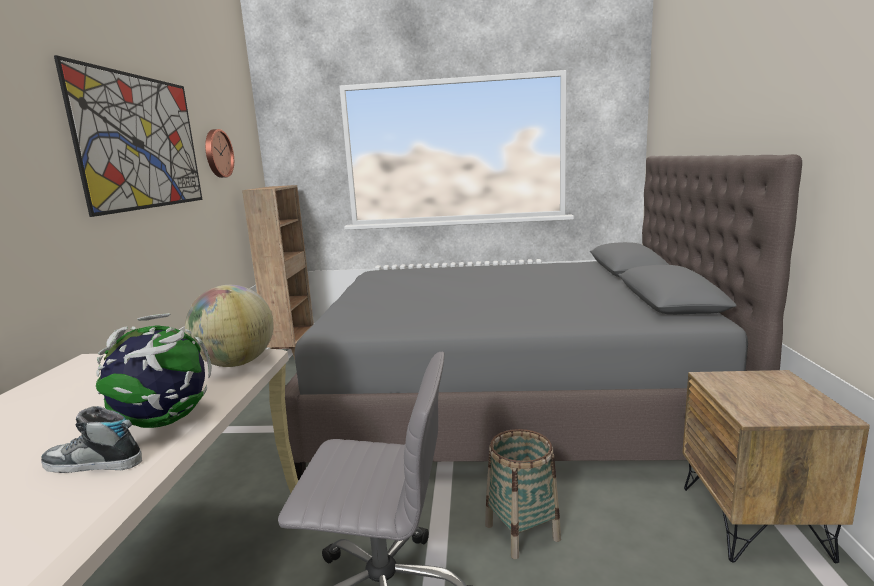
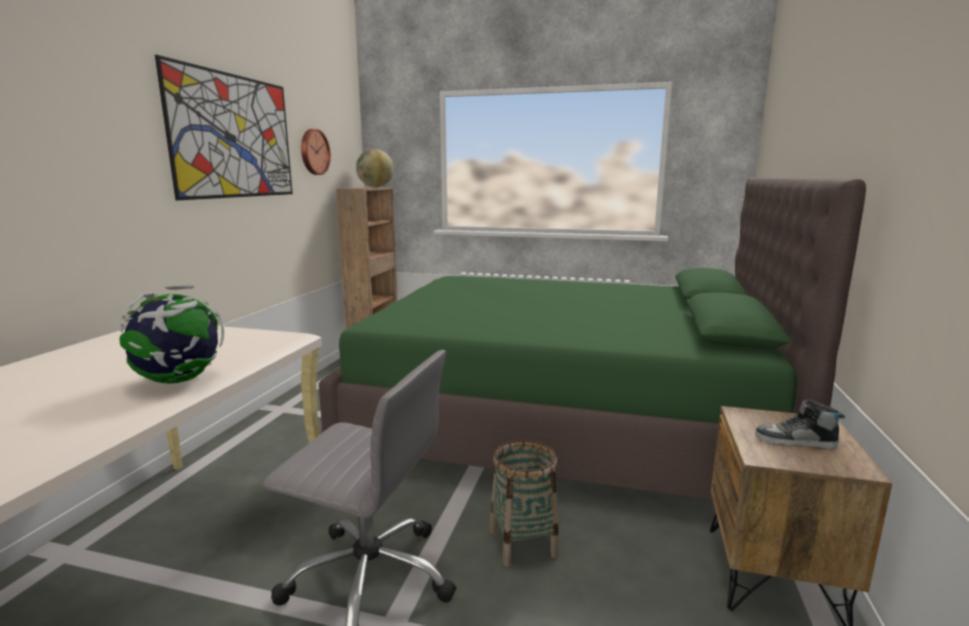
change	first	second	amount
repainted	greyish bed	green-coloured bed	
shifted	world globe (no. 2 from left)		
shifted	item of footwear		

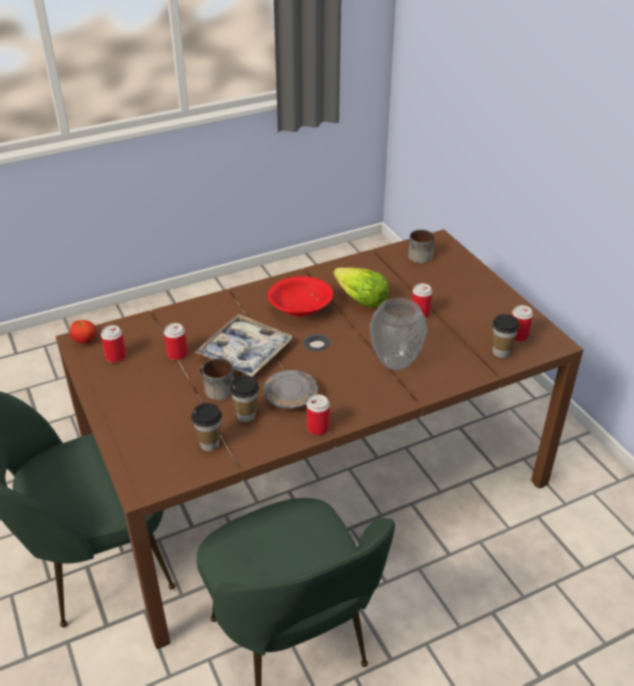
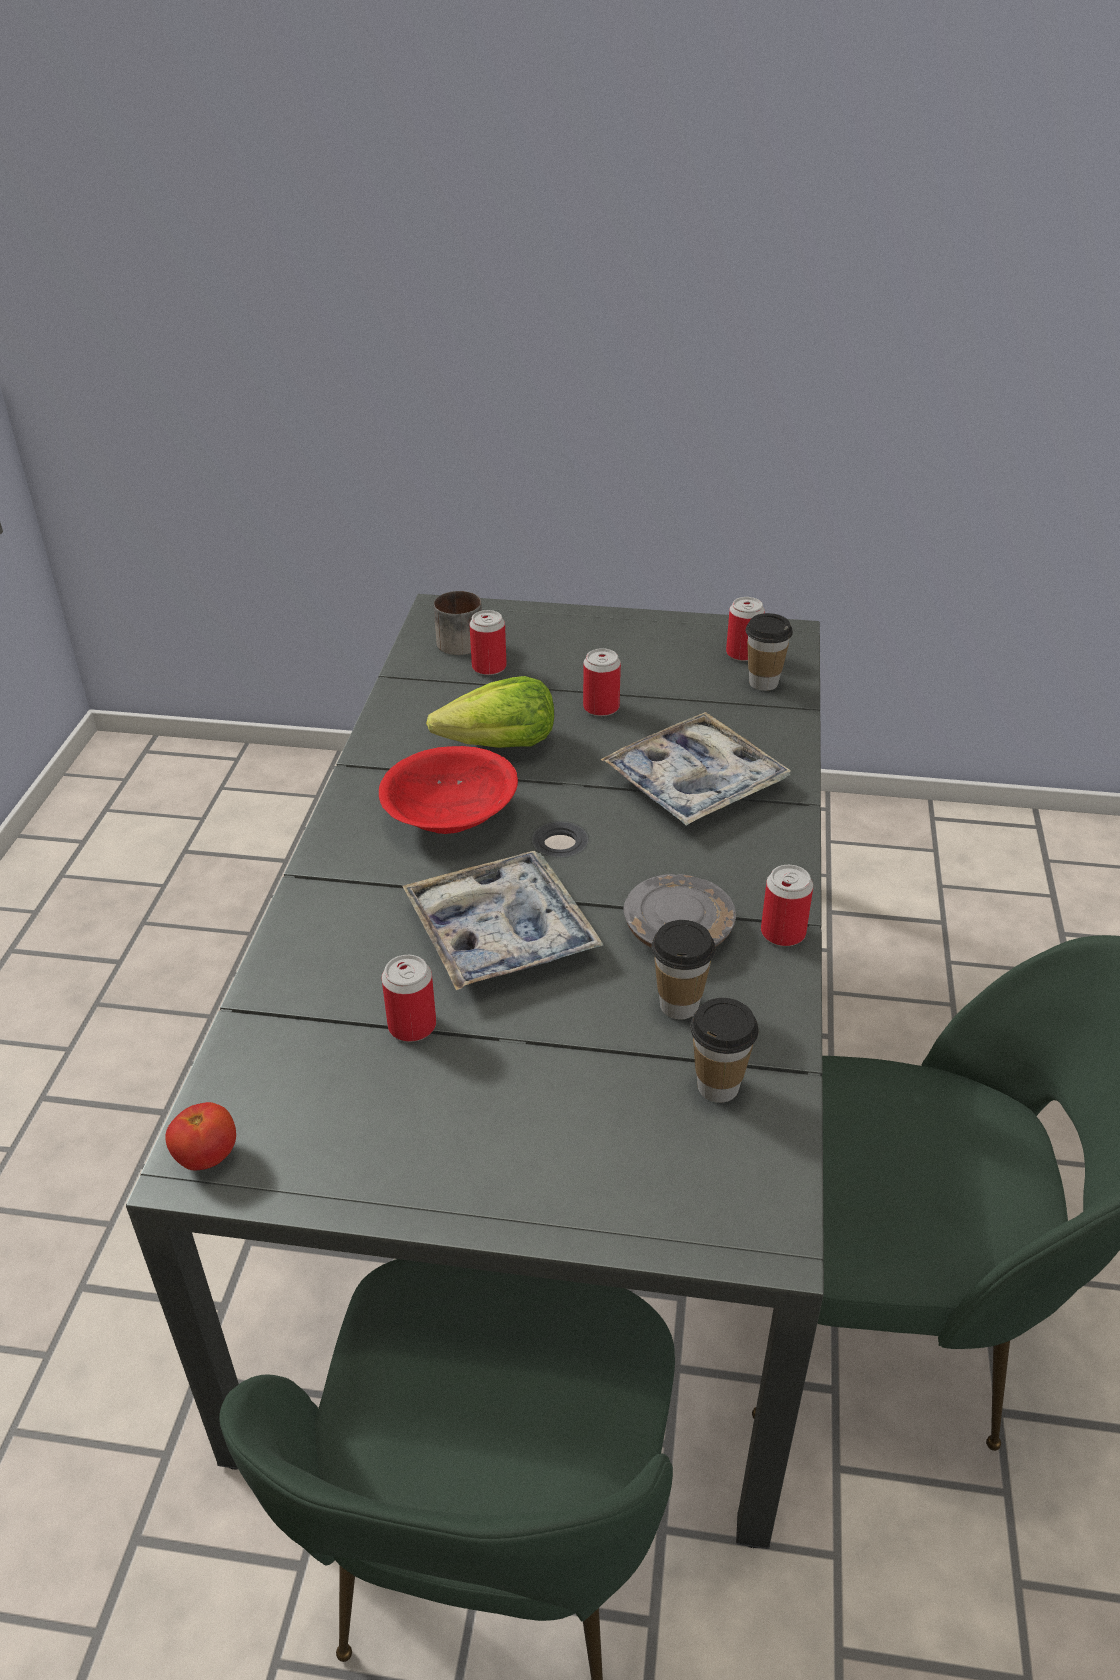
change	first	second	amount
repainted	brownish dinner table	greyish dinner table	
swapped	decorative vase	tray (no. 2 from left)	
shifted	metal can (no. 1 from left in the first image)	metal can (no. 2 from left)	
gone	coffee mug (no. 1 from left)		

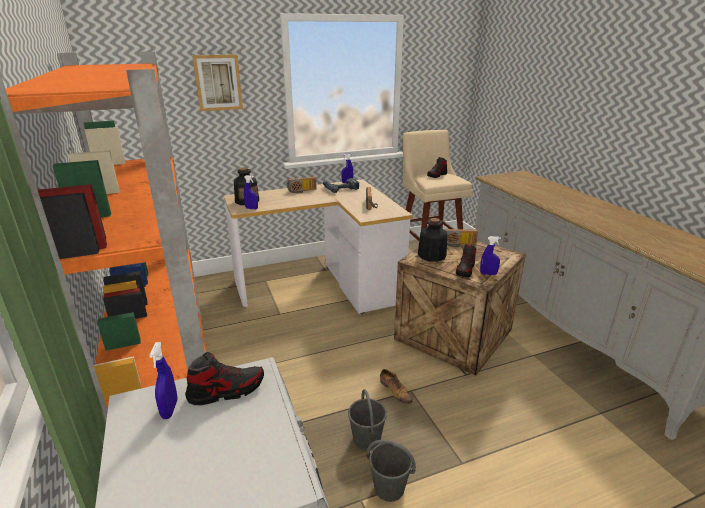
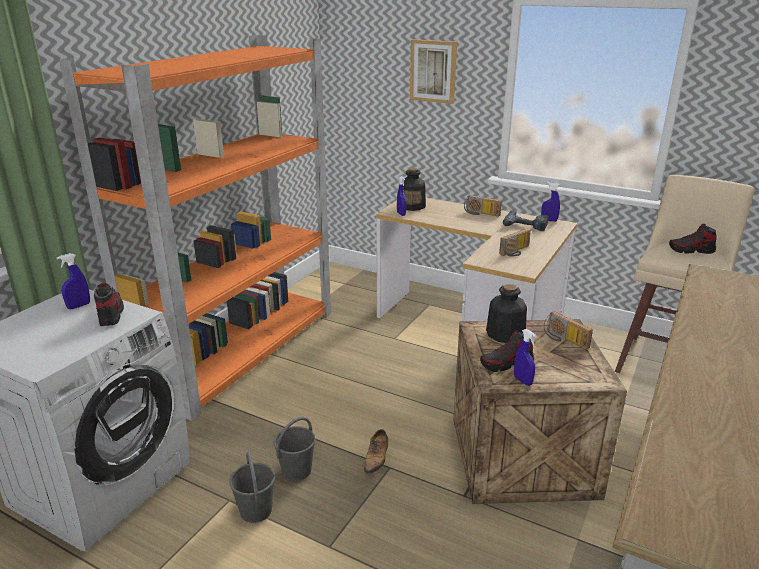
change	first	second	amount
rotated	item of footwear (no. 1 from left)		135 degrees counterclockwise

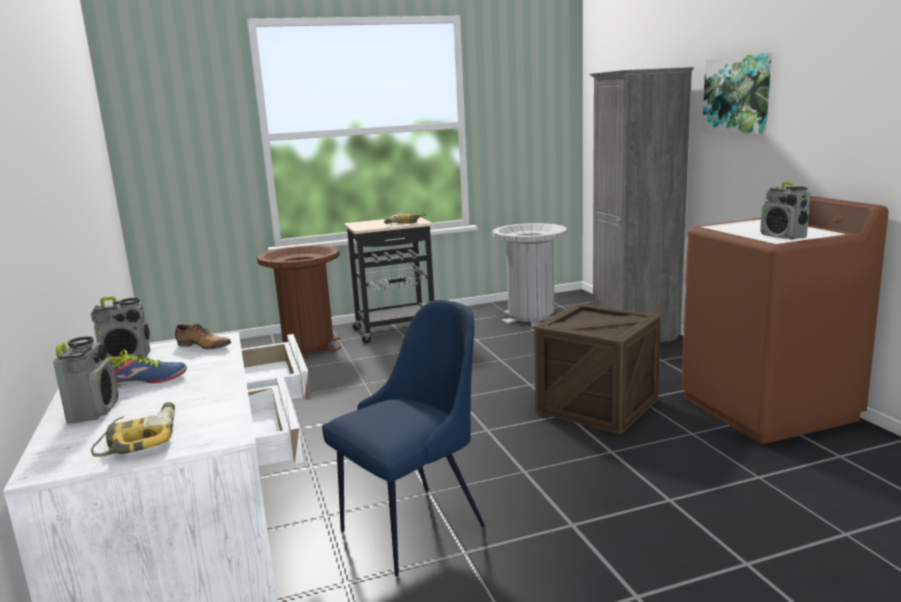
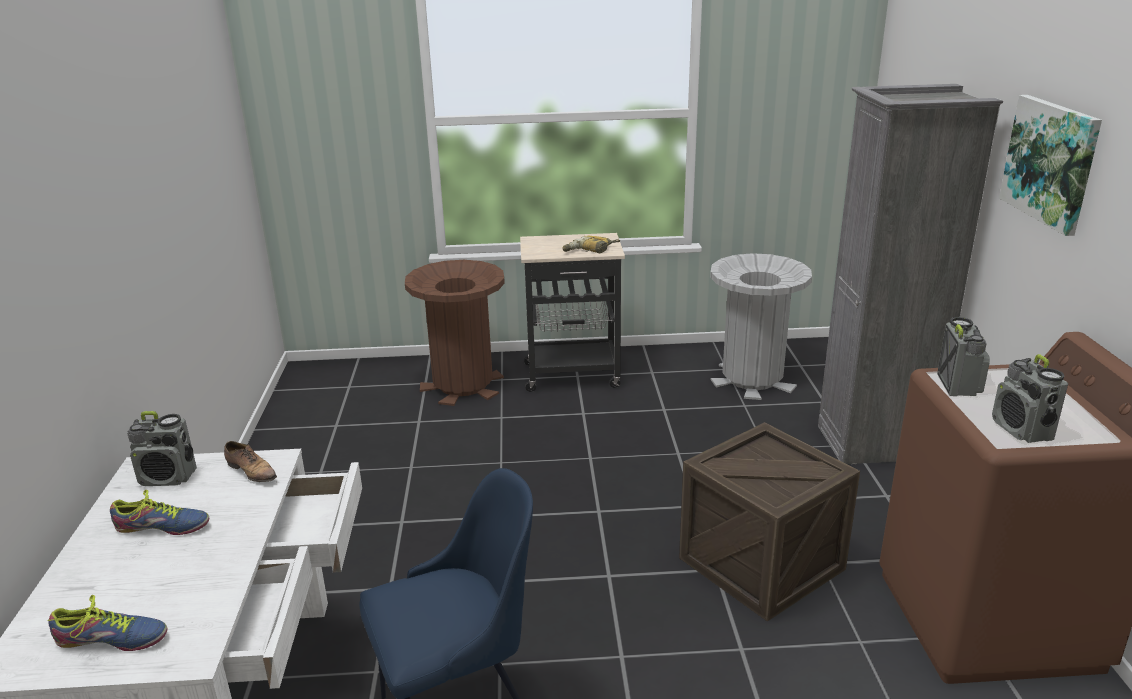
change	first	second	amount
shifted	radio receiver (no. 1 from left in the first image)	radio receiver (no. 2 from left)	
swapped	electric drill (no. 1 from left)	item of footwear (no. 1 from left)	

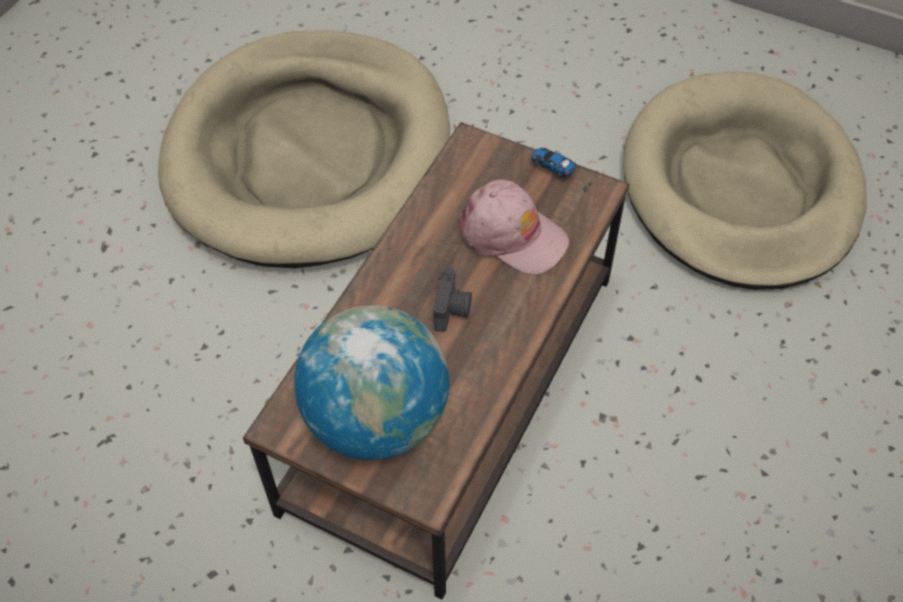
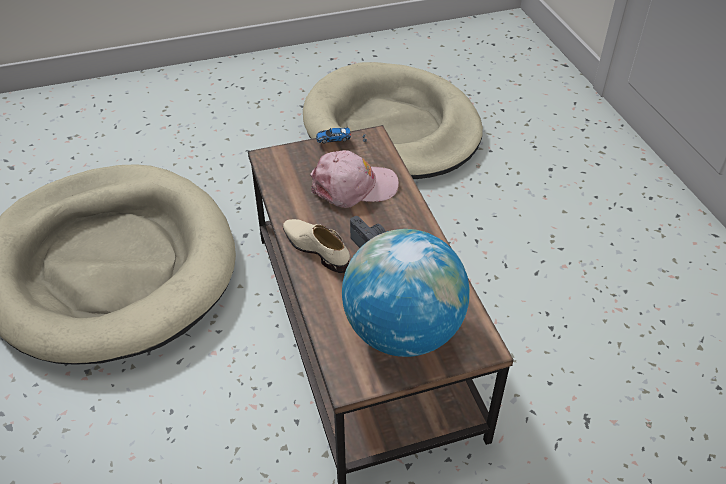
change	first	second	amount
new		beige-coloured item of footwear	

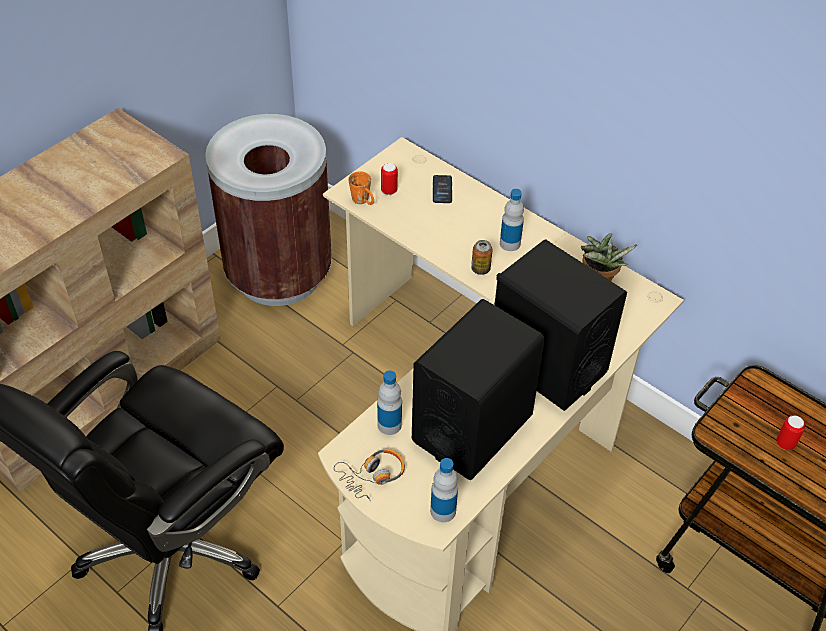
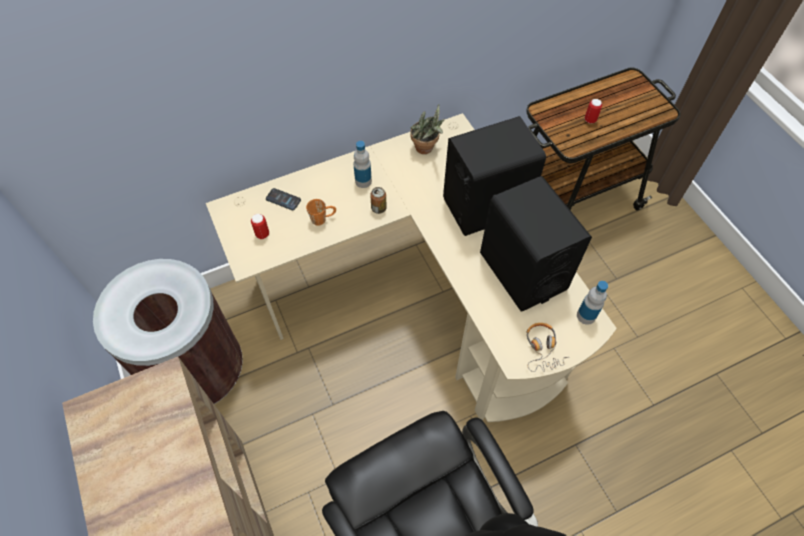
change	first	second	amount
shifted	orange coffee mug		
gone	bottle (no. 1 from left)		

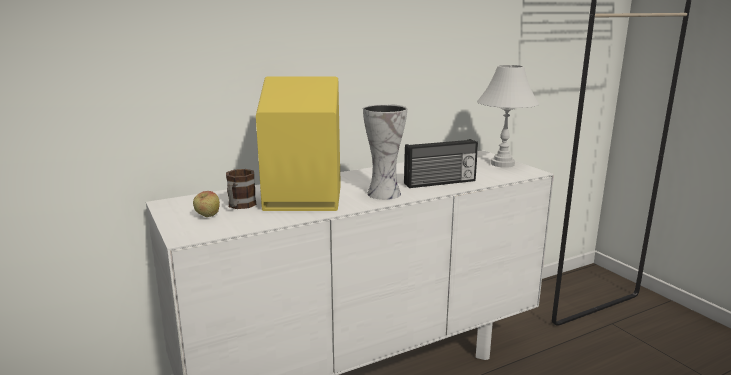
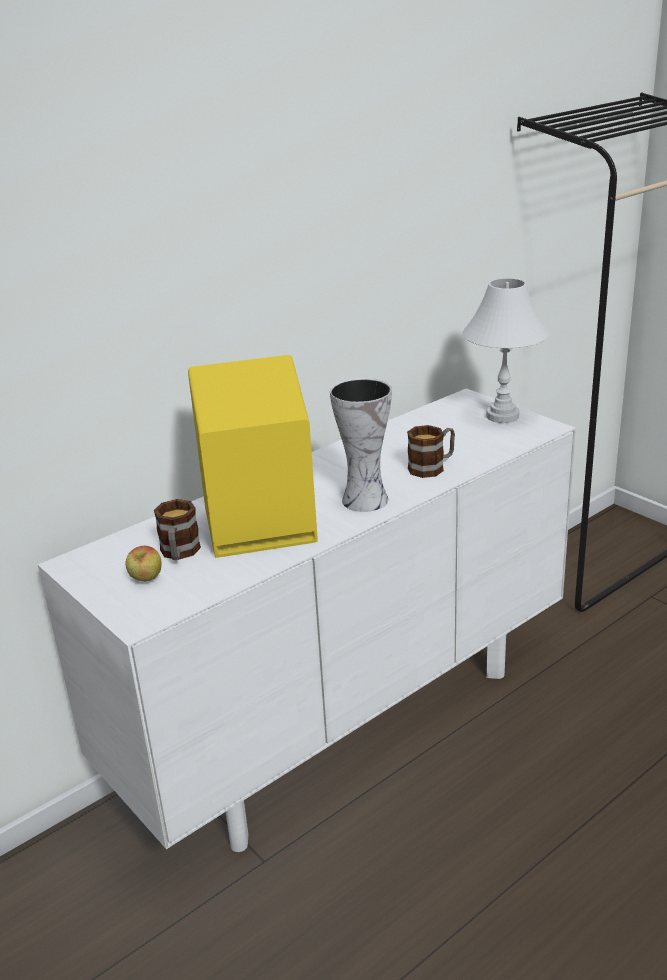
change	first	second	amount
swapped	radio receiver	coffee mug (no. 2 from left)	

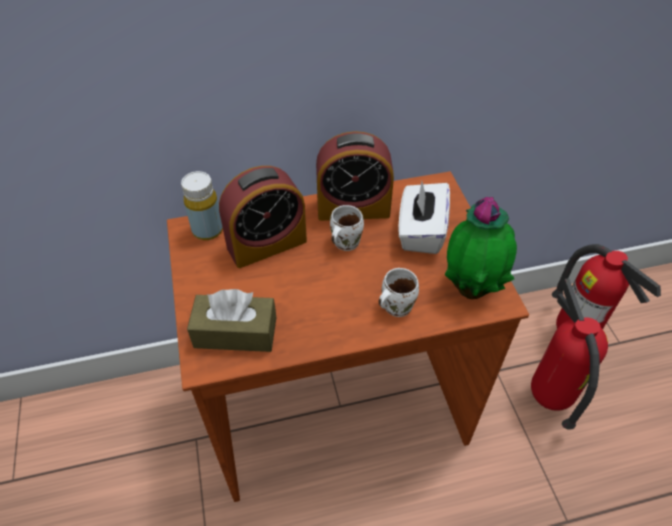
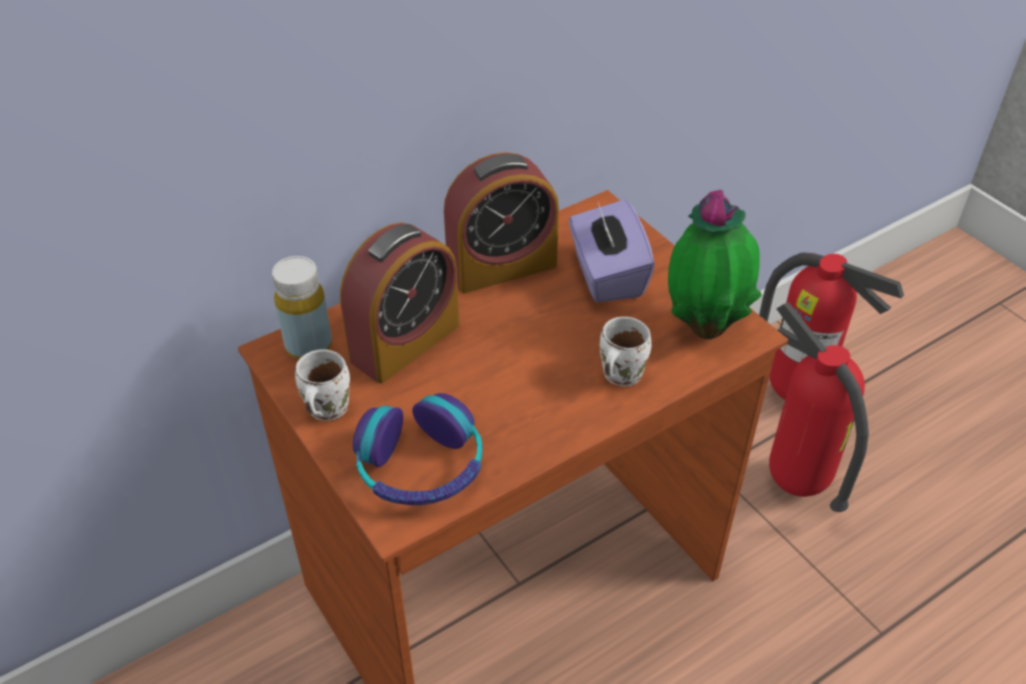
change	first	second	amount
repainted	white tissue box	purple tissue box	
shifted	white coffee mug (no. 1 from left)		
swapped	brownish tissue box	headphones	

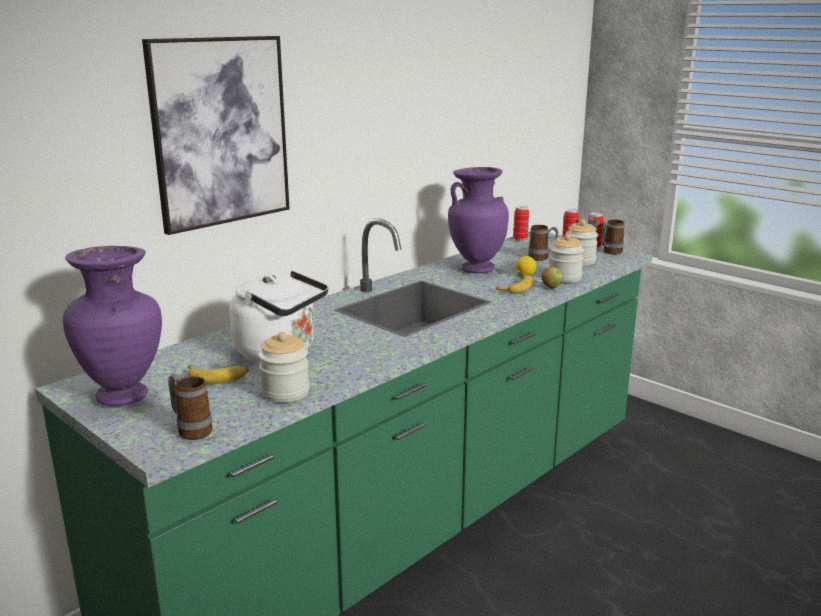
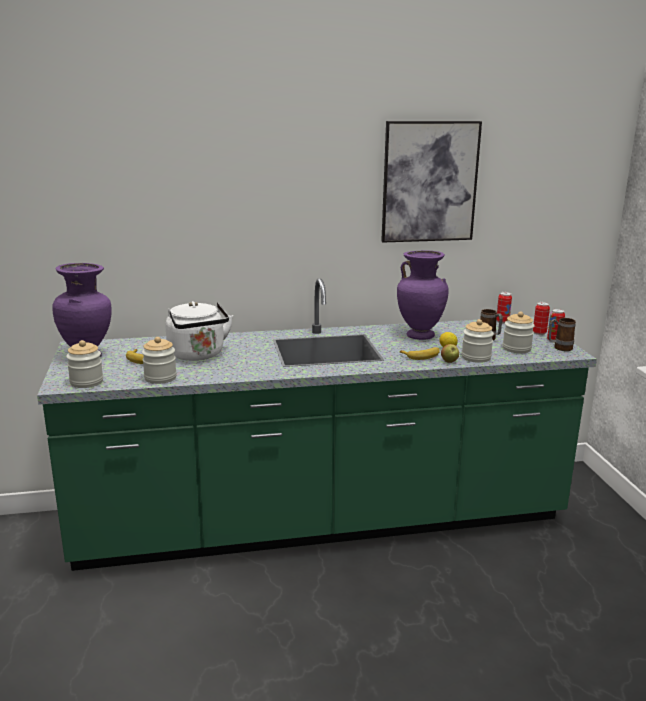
change	first	second	amount
shifted	picture		
swapped	coffee mug (no. 1 from left)	jar (no. 1 from left)	

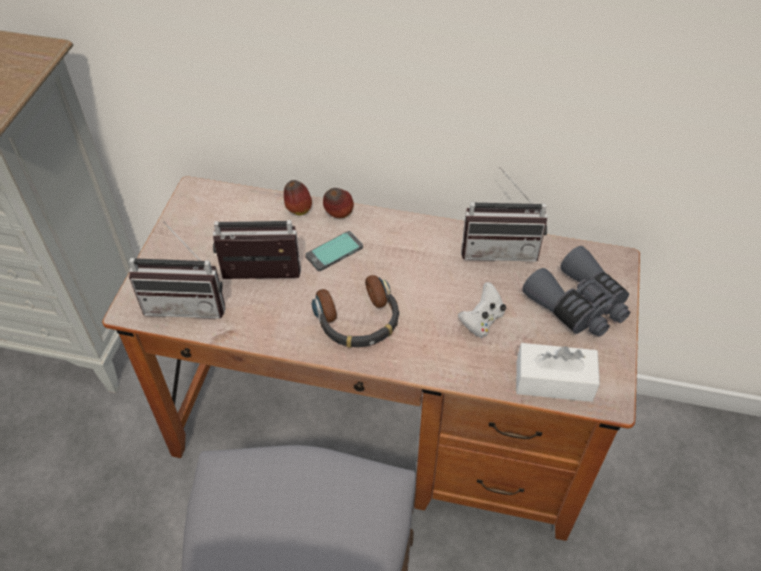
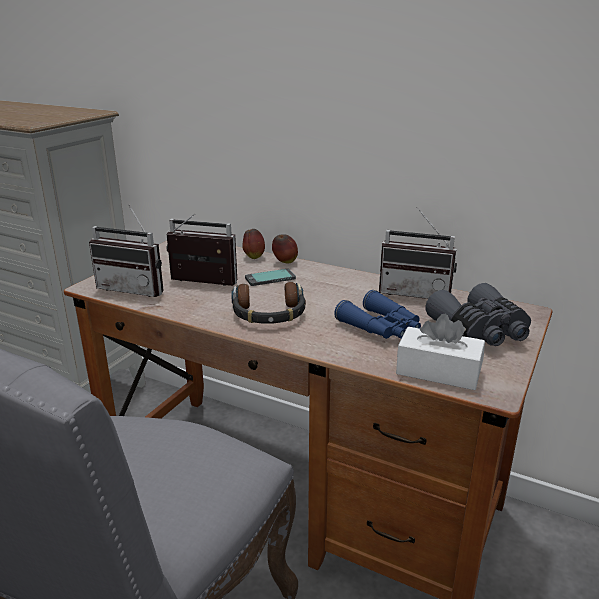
change	first	second	amount
swapped	white gamepad	bluish pair of binoculars	

